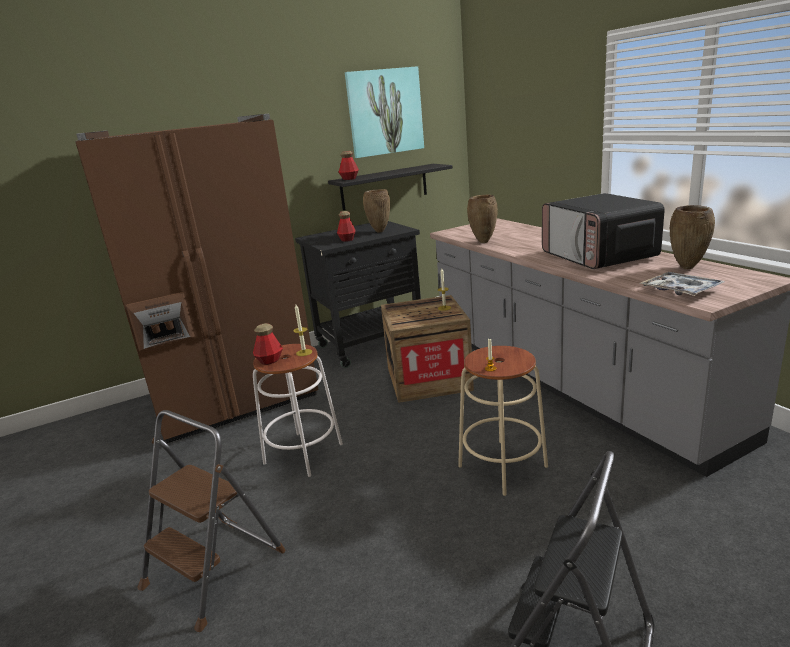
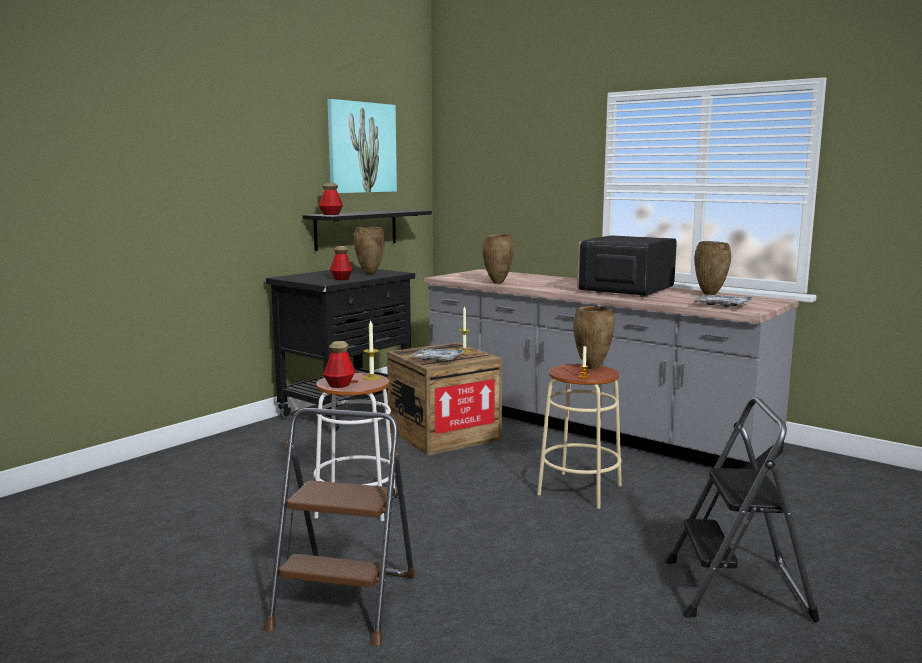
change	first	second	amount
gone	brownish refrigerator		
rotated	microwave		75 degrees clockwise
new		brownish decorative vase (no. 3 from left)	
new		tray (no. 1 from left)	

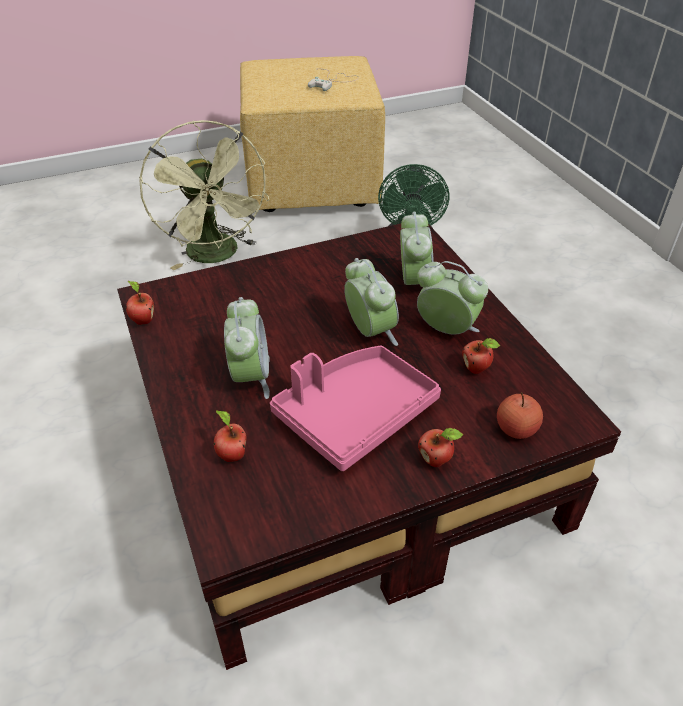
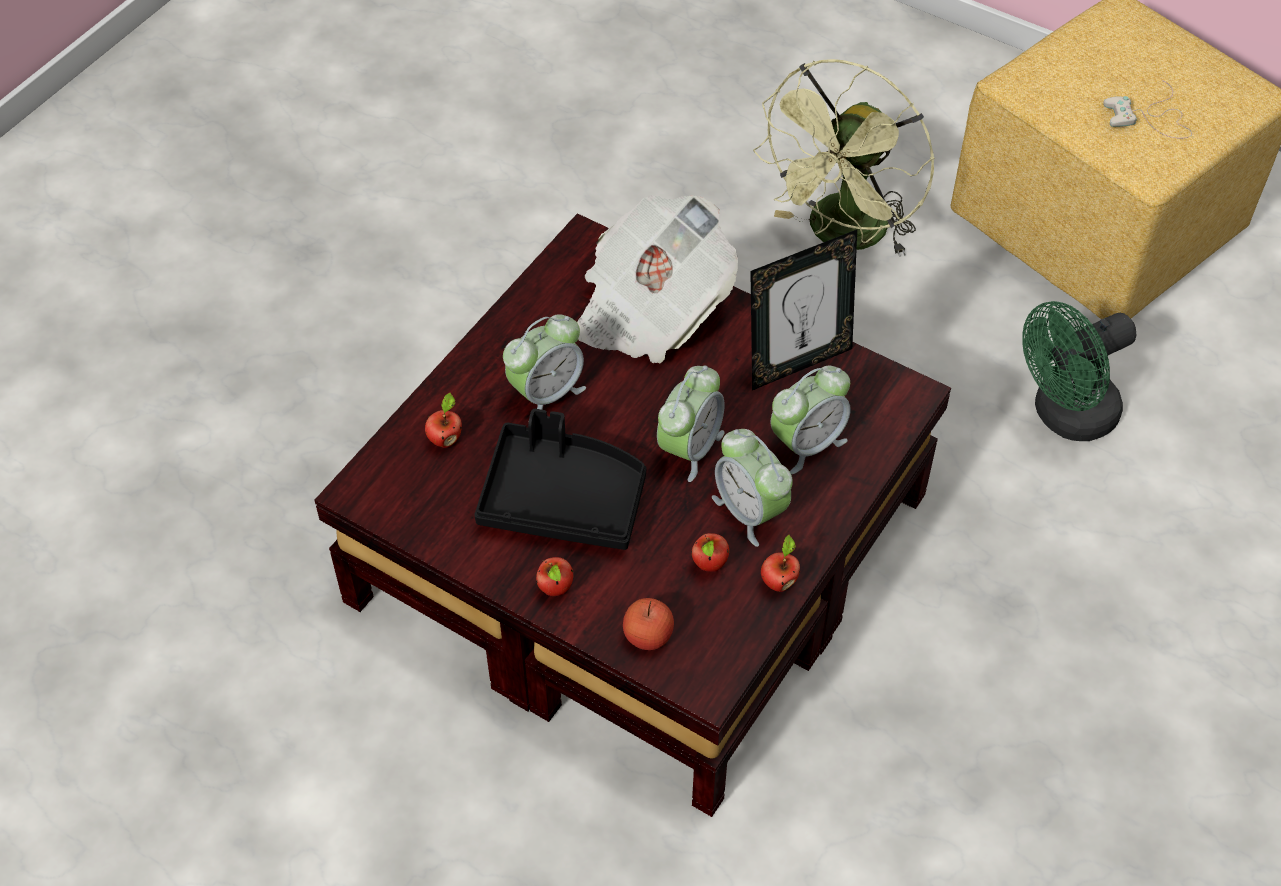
change	first	second	amount
rotated	bedside clock (no. 4 from left in the first image)	bedside clock (no. 3 from left)	150 degrees clockwise
shifted	apple fruit (no. 1 from left in the first image)	apple fruit (no. 5 from left)	
repainted	pink tray	black-coloured tray	
new		newspaper	
new		standing frame	

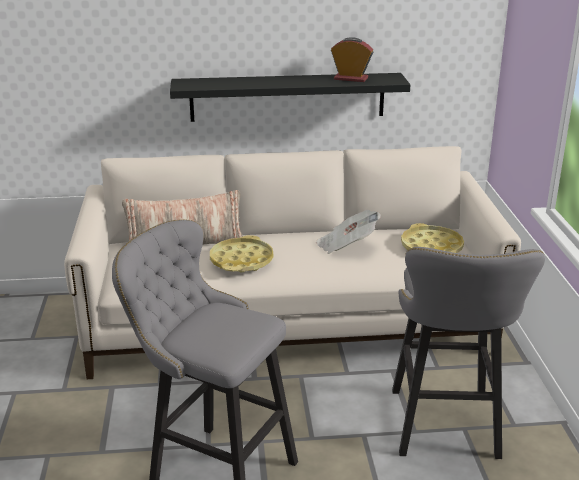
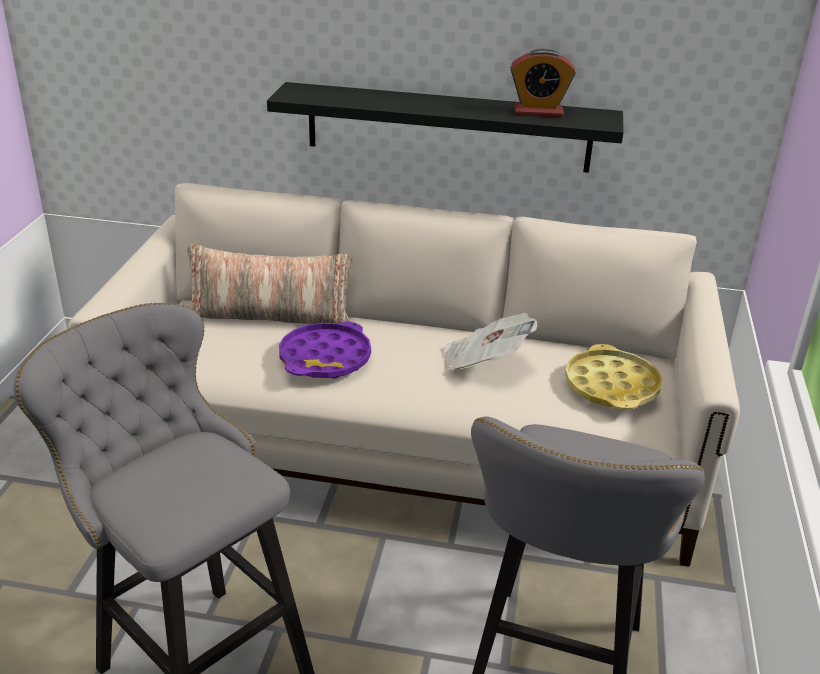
change	first	second	amount
rotated	bedside clock		150 degrees clockwise
repainted	yellow tray (no. 1 from left)	purple tray	

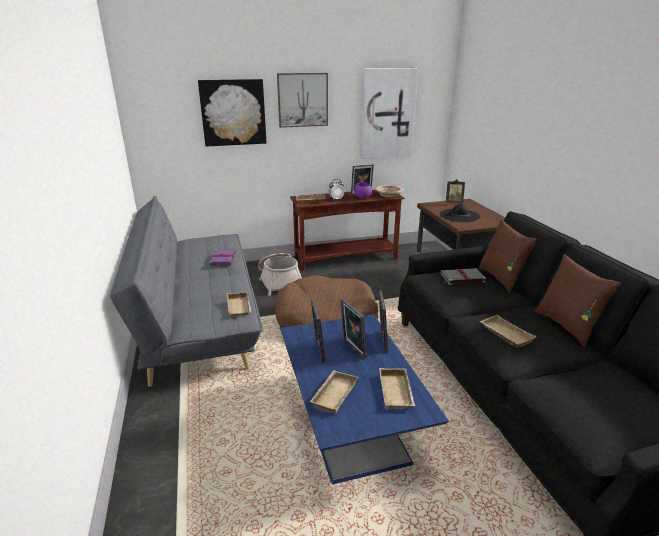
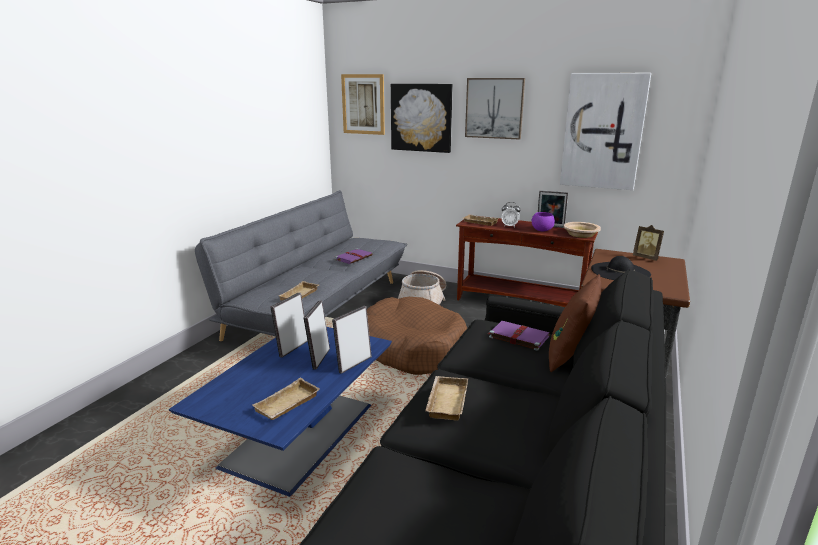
change	first	second	amount
gone	brownish pillow (no. 2 from left)		
repainted	greyish volume	purple volume (no. 2 from left)	
gone	beige-coloured tray (no. 3 from left)		
new		picture (no. 1 from left)	

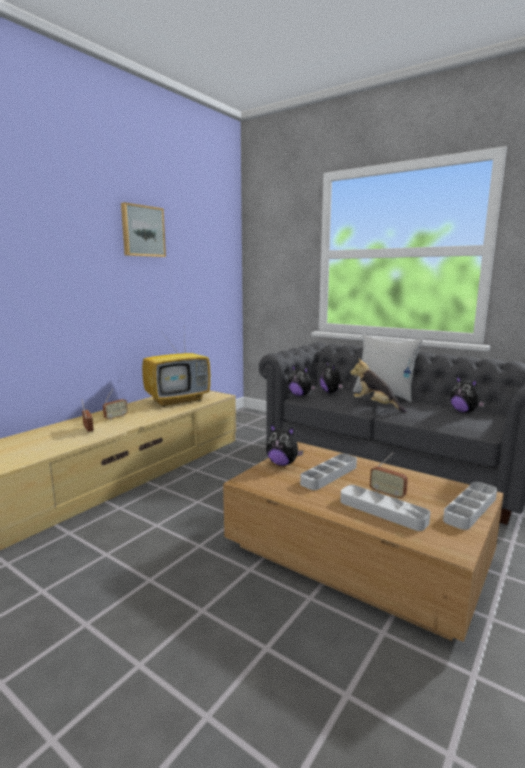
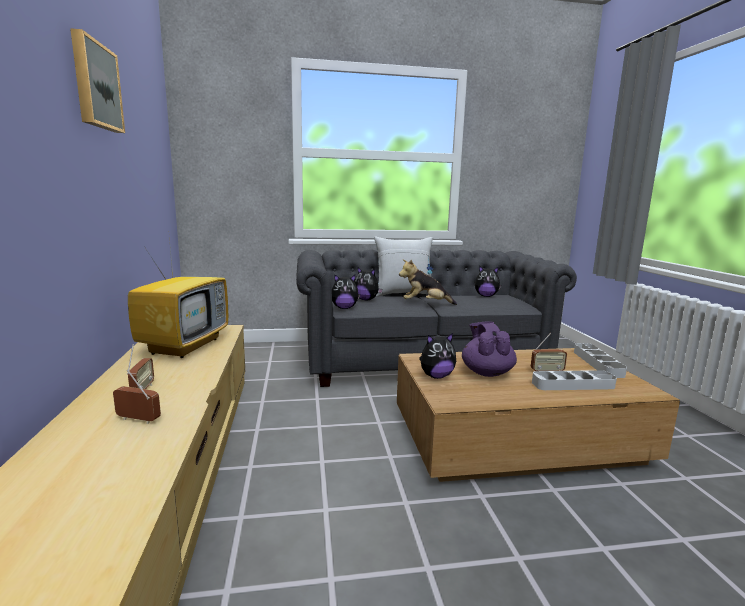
change	first	second	amount
swapped	greyish tray (no. 1 from left)	purple teapot	

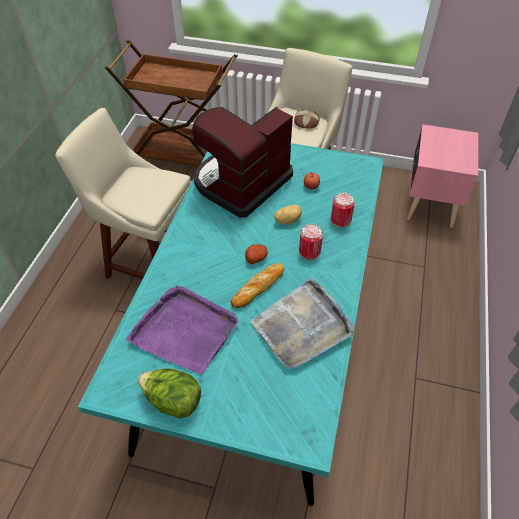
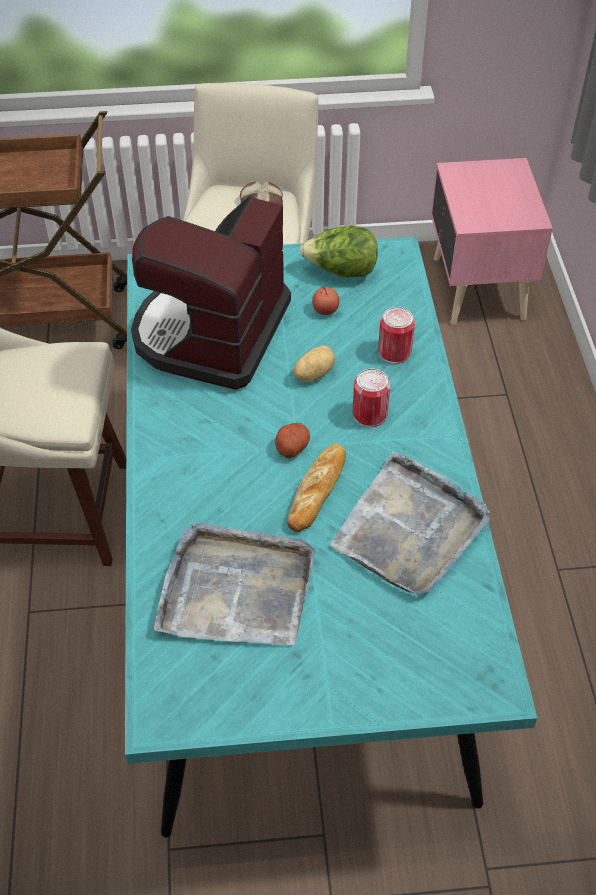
change	first	second	amount
repainted	purple tray	greyish tray (no. 1 from left)	
shifted	lettuce		

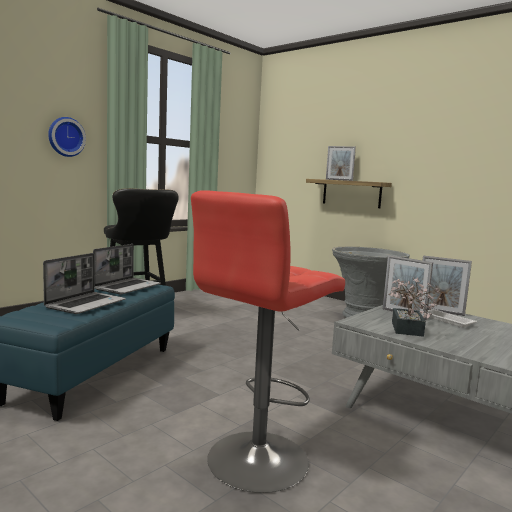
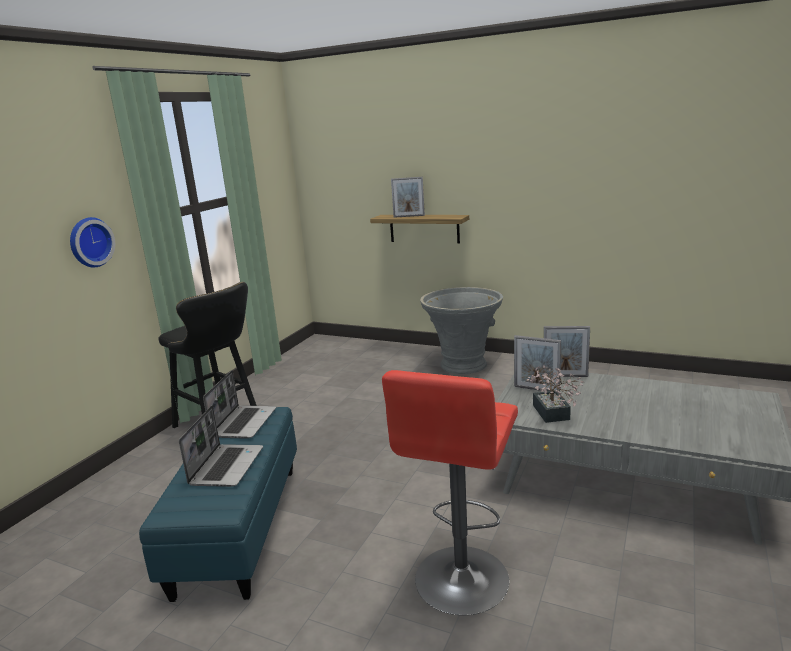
change	first	second	amount
gone	white tray		

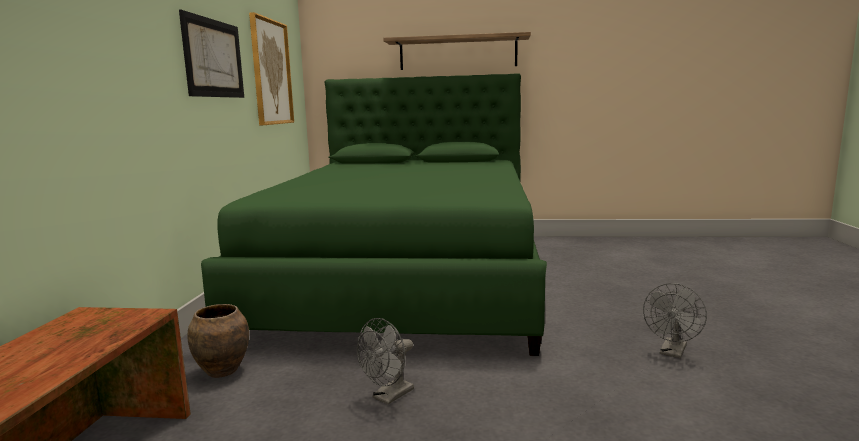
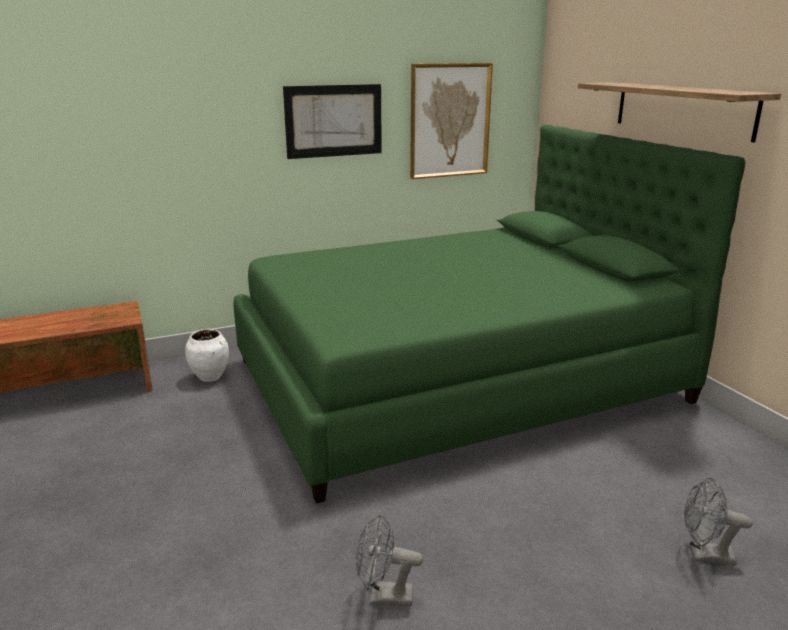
change	first	second	amount
repainted	brownish decorative vase	white decorative vase	
shifted	greyish electric fan (no. 1 from left in the first image)	greyish electric fan (no. 2 from left)	

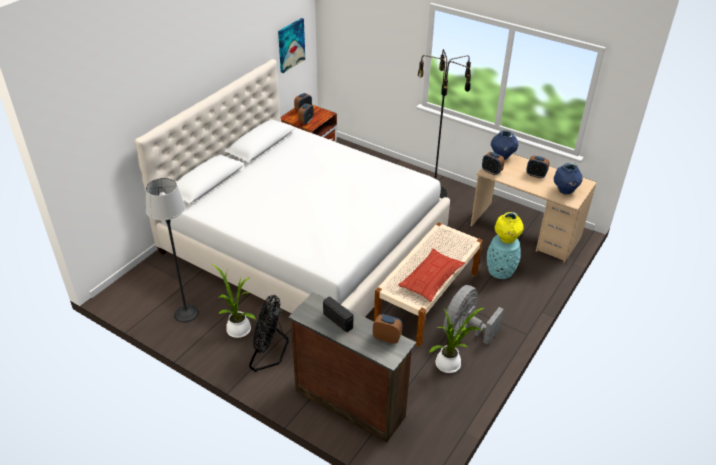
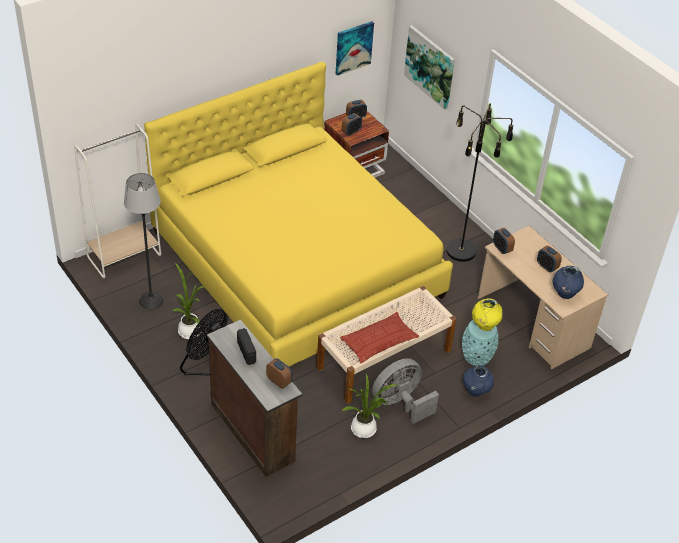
change	first	second	amount
repainted	white bed	yellow bed	
shifted	bluish decorative vase (no. 1 from left)		
new		picture (no. 2 from left)	
new		garment stand	

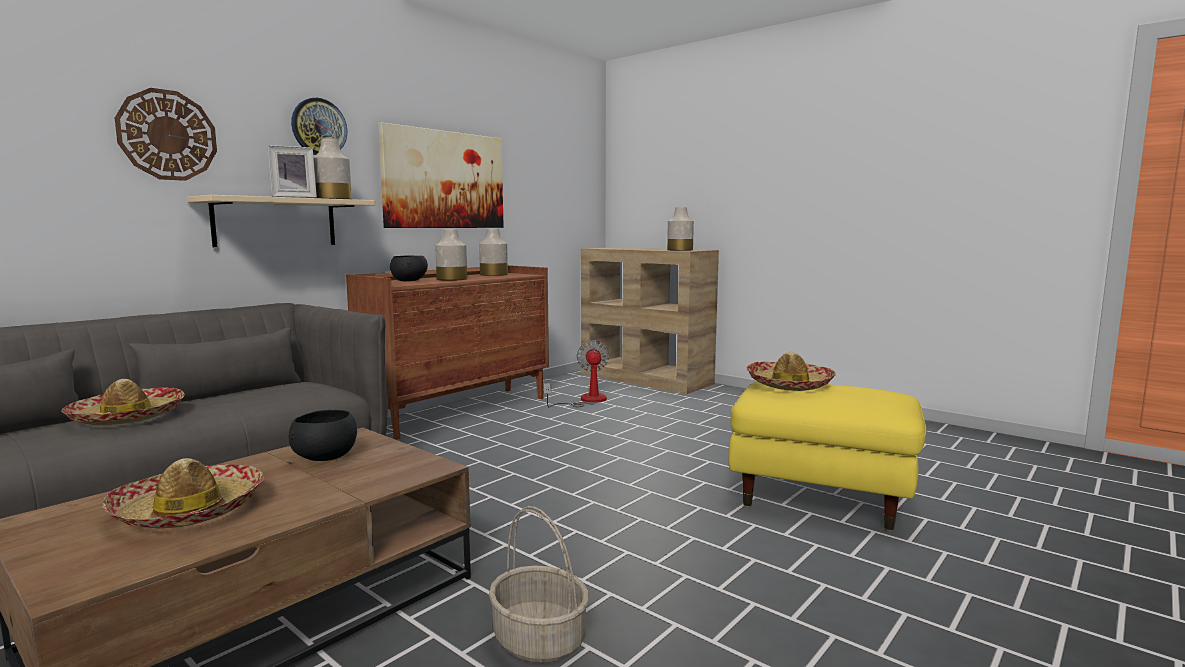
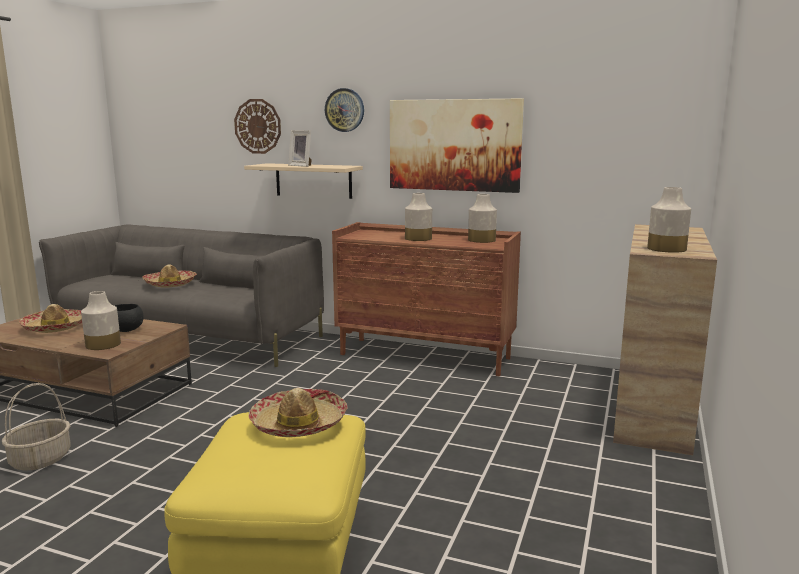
change	first	second	amount
shifted	beige-coloured decorative vase (no. 1 from left)		
gone	black-coloured serving bowl (no. 2 from left)		
gone	electric fan		

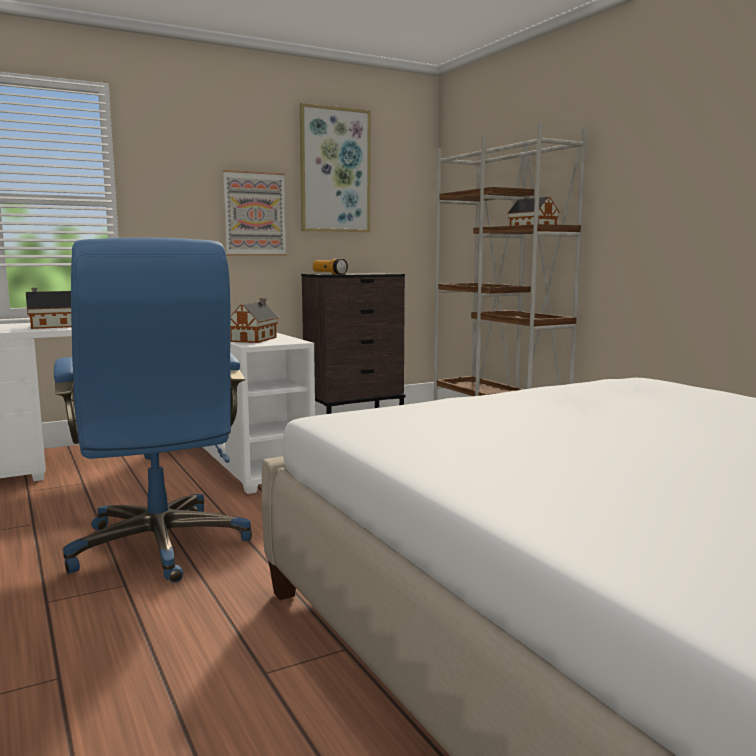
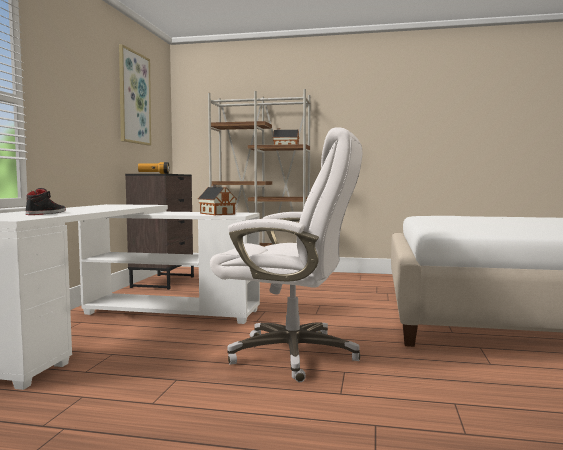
change	first	second	amount
gone	picture (no. 1 from left)		
repainted	bluish computer chair	white computer chair	
swapped	model house (no. 1 from left)	black-coloured item of footwear	

